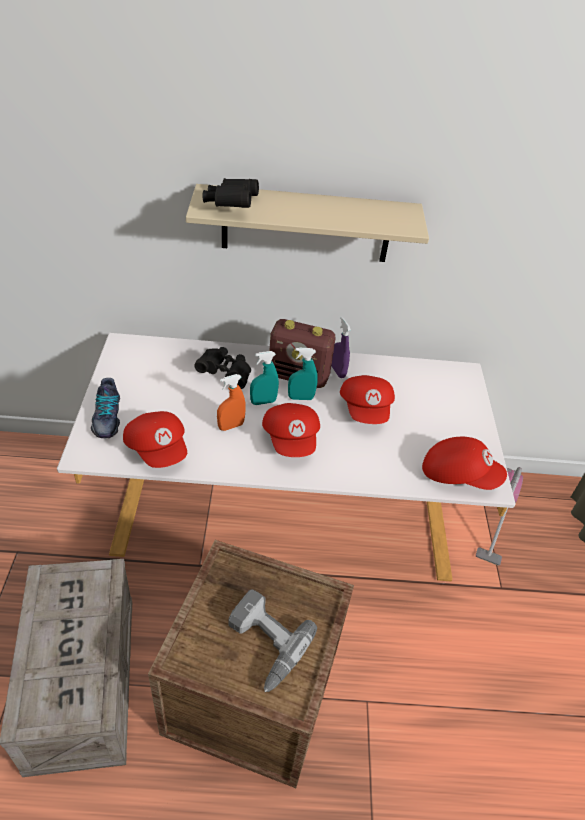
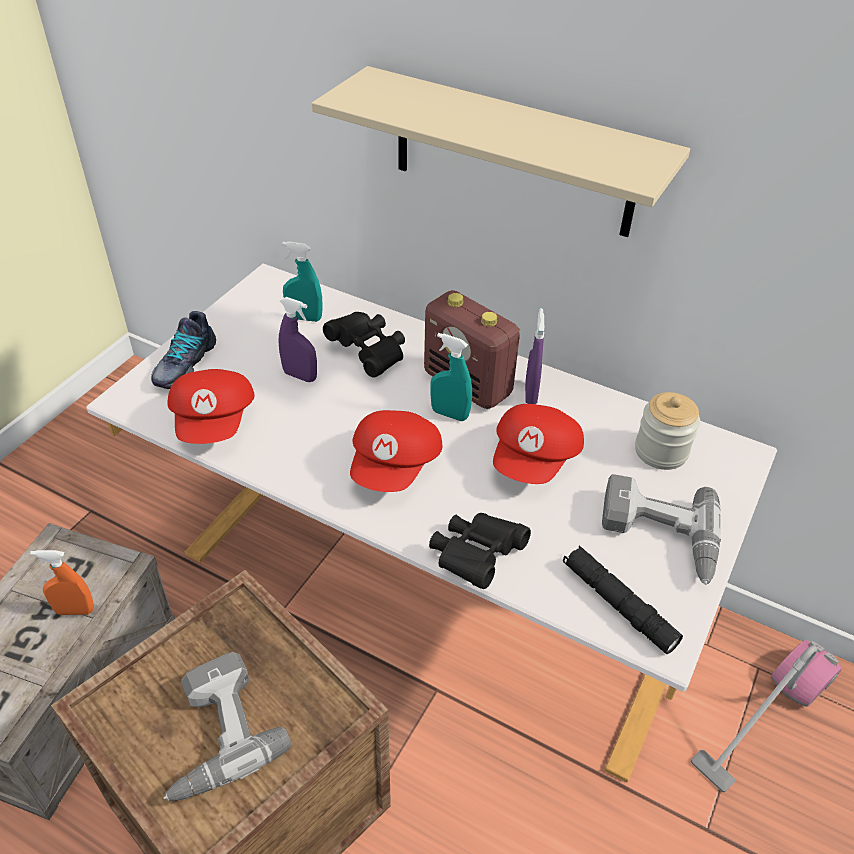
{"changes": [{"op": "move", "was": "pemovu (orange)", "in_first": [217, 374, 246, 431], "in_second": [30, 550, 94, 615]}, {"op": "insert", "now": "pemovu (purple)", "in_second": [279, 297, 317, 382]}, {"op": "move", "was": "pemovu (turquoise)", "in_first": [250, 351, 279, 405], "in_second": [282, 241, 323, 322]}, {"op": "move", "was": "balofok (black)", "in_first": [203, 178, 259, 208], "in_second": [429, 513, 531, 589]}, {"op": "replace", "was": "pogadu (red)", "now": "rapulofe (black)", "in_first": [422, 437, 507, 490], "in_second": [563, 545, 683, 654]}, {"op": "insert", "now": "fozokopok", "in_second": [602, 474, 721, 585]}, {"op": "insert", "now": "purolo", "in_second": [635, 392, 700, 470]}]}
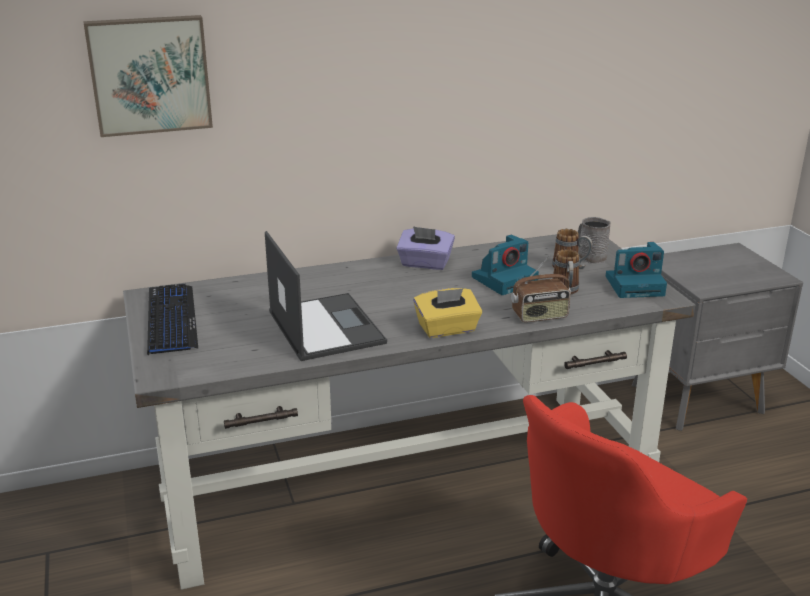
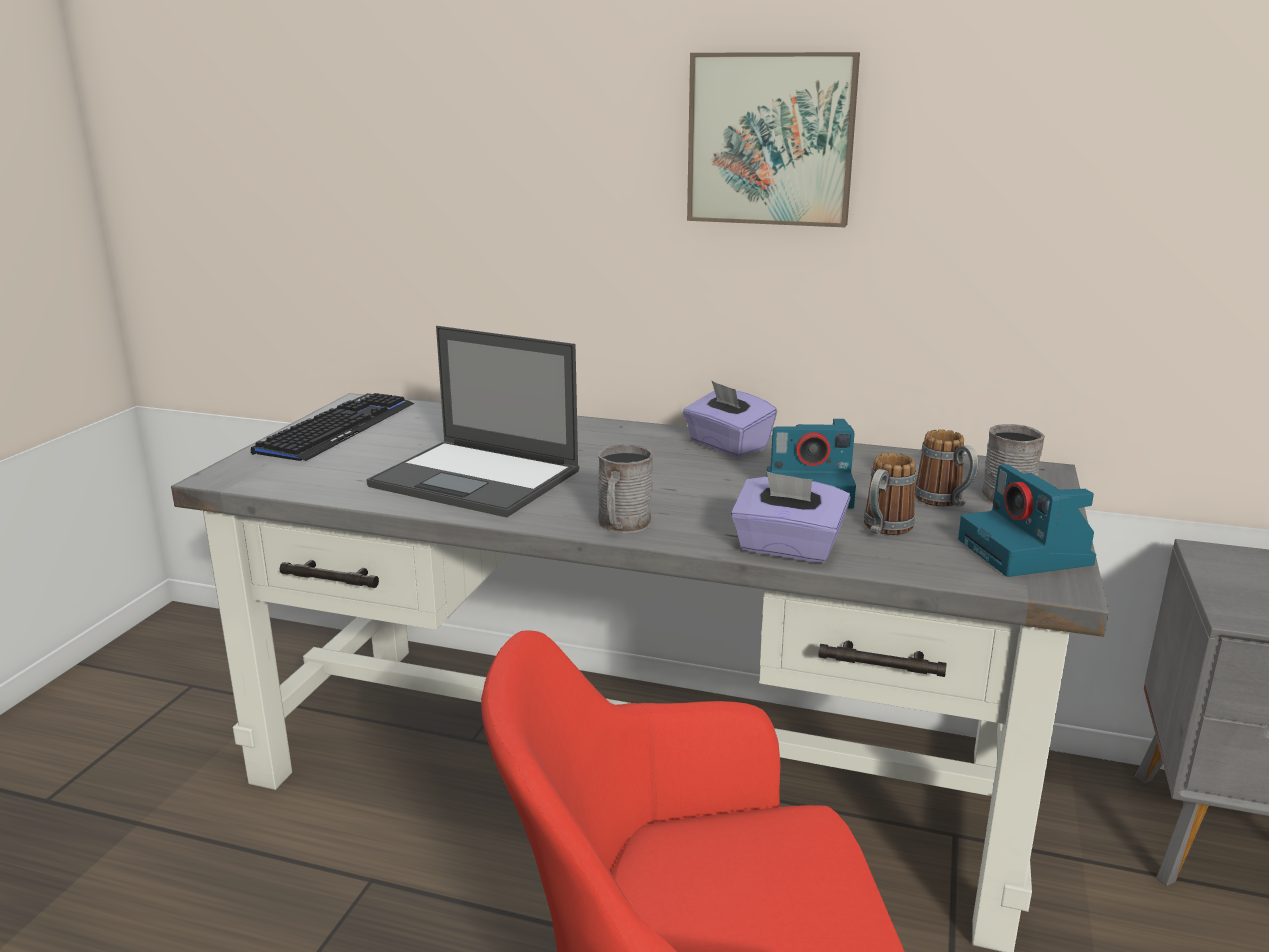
{"changes": [{"op": "rotate", "was": "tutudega", "in_first": [265, 231, 387, 361], "in_second": [366, 326, 579, 517], "clockwise": 105}, {"op": "replace", "was": "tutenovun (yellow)", "now": "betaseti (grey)", "in_first": [414, 288, 482, 338], "in_second": [598, 444, 653, 533]}, {"op": "move", "was": "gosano", "in_first": [83, 15, 213, 137], "in_second": [687, 52, 860, 227]}, {"op": "replace", "was": "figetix", "now": "tutenovun (purple)", "in_first": [511, 255, 571, 322], "in_second": [731, 472, 850, 563]}, {"op": "rotate", "was": "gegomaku", "in_first": [606, 242, 667, 298], "in_second": [958, 464, 1096, 577], "clockwise": 45}]}
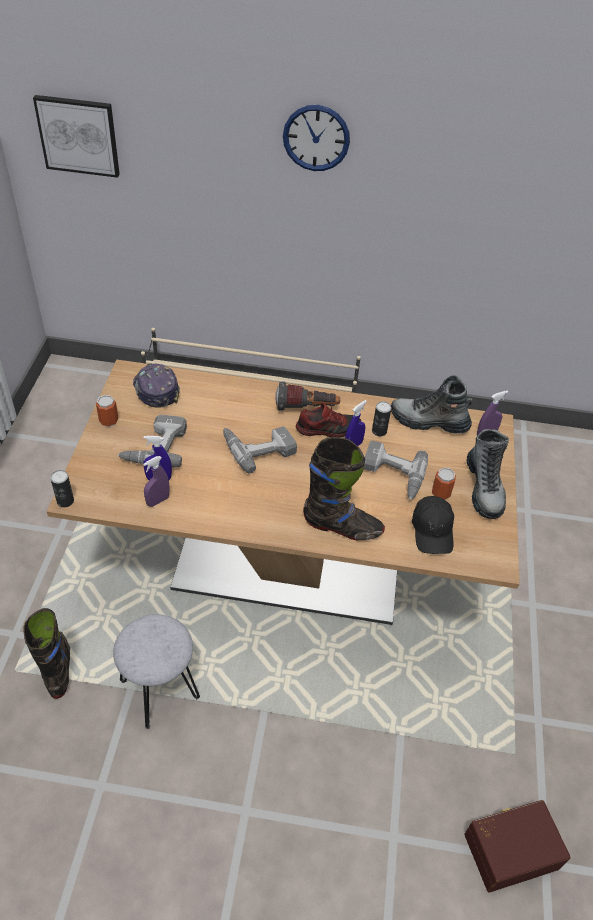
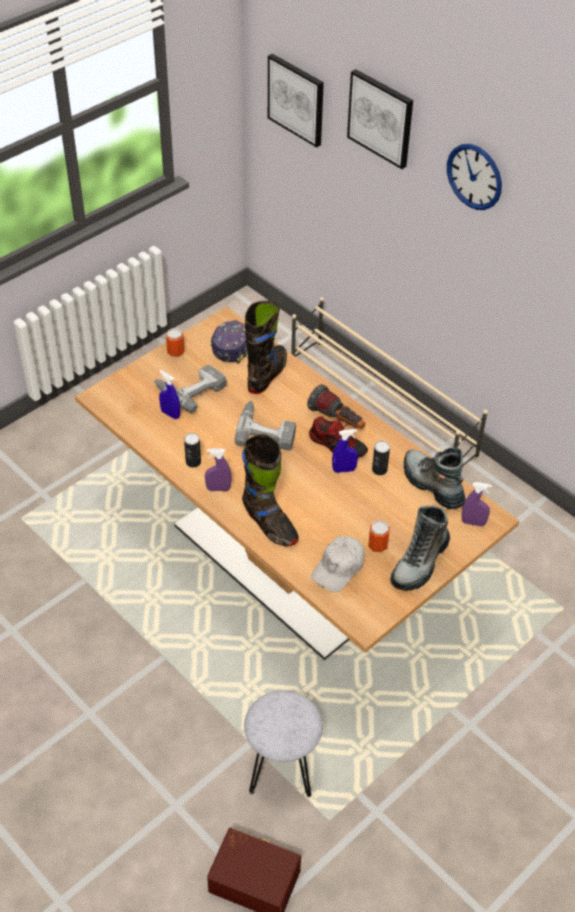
{"changes": [{"op": "move", "was": "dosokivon", "in_first": [50, 470, 74, 507], "in_second": [184, 433, 201, 468]}, {"op": "move", "was": "pemovu (purple)", "in_first": [143, 456, 170, 507], "in_second": [205, 449, 231, 491]}, {"op": "move", "was": "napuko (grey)", "in_first": [113, 614, 200, 729], "in_second": [244, 690, 323, 797]}, {"op": "move", "was": "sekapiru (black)", "in_first": [23, 608, 70, 699], "in_second": [245, 300, 287, 394]}, {"op": "recolor", "was": "pogadu (black)", "now": "pogadu (white)", "in_first": [412, 496, 454, 554], "in_second": [311, 536, 365, 592]}, {"op": "insert", "now": "gosano", "in_second": [347, 69, 413, 169]}, {"op": "delete", "was": "fozokopok", "in_first": [364, 440, 428, 500]}]}
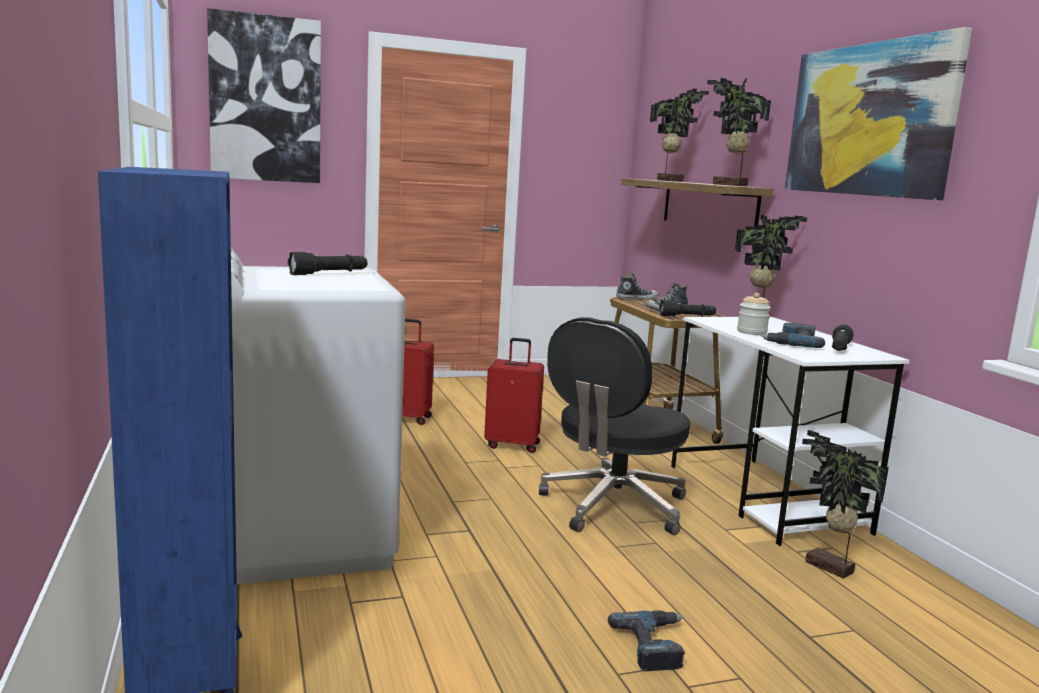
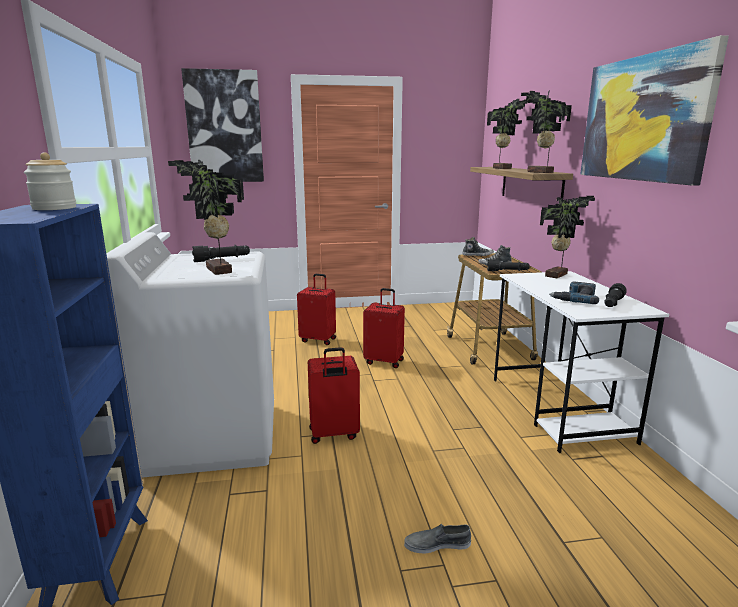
{"changes": [{"op": "move", "was": "purolo", "in_first": [737, 293, 771, 335], "in_second": [24, 152, 76, 210]}, {"op": "move", "was": "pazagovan", "in_first": [802, 430, 889, 579], "in_second": [168, 160, 244, 275]}, {"op": "insert", "now": "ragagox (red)", "in_second": [308, 347, 360, 444]}, {"op": "replace", "was": "fozokopok", "now": "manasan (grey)", "in_first": [608, 611, 685, 671], "in_second": [404, 523, 471, 553]}, {"op": "delete", "was": "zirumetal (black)", "in_first": [539, 317, 690, 535]}]}
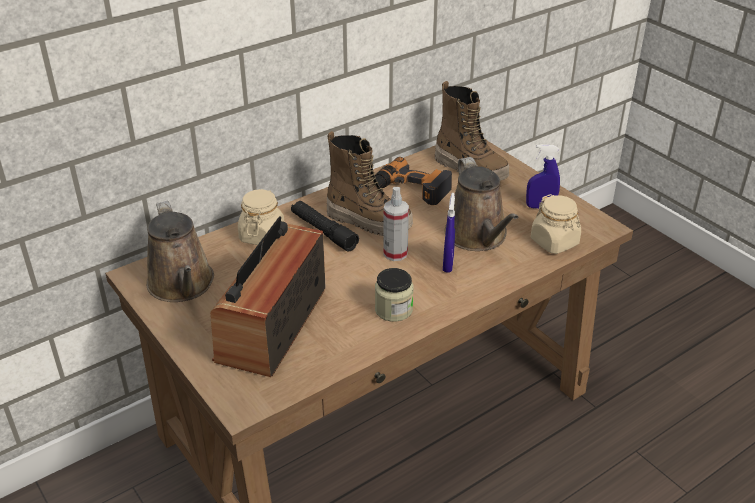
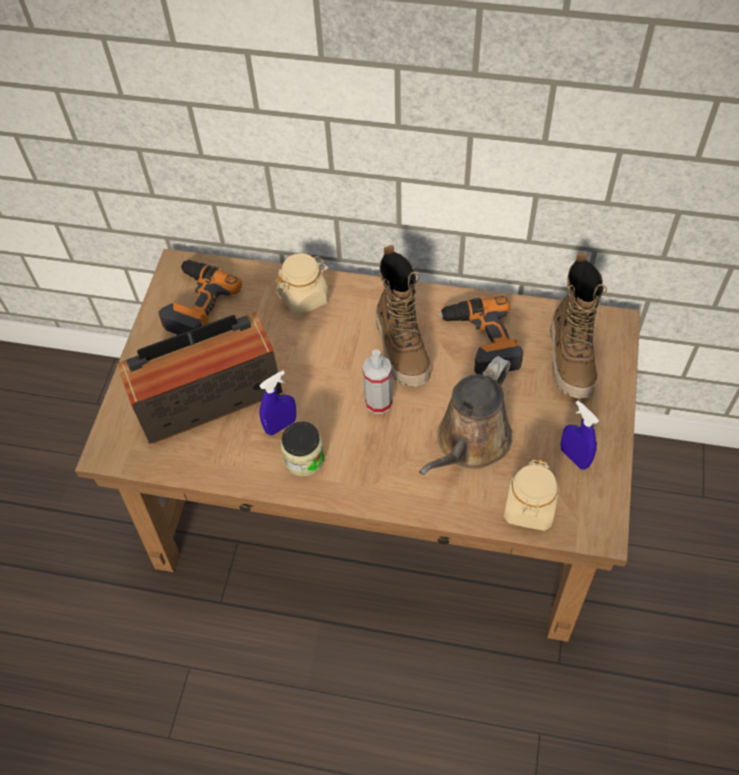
{"changes": [{"op": "replace", "was": "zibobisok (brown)", "now": "fozokopok", "in_first": [146, 200, 214, 302], "in_second": [158, 260, 242, 335]}, {"op": "move", "was": "pemovu (blue)", "in_first": [443, 193, 455, 273], "in_second": [259, 370, 296, 435]}, {"op": "delete", "was": "rapulofe (black)", "in_first": [291, 200, 359, 251]}]}
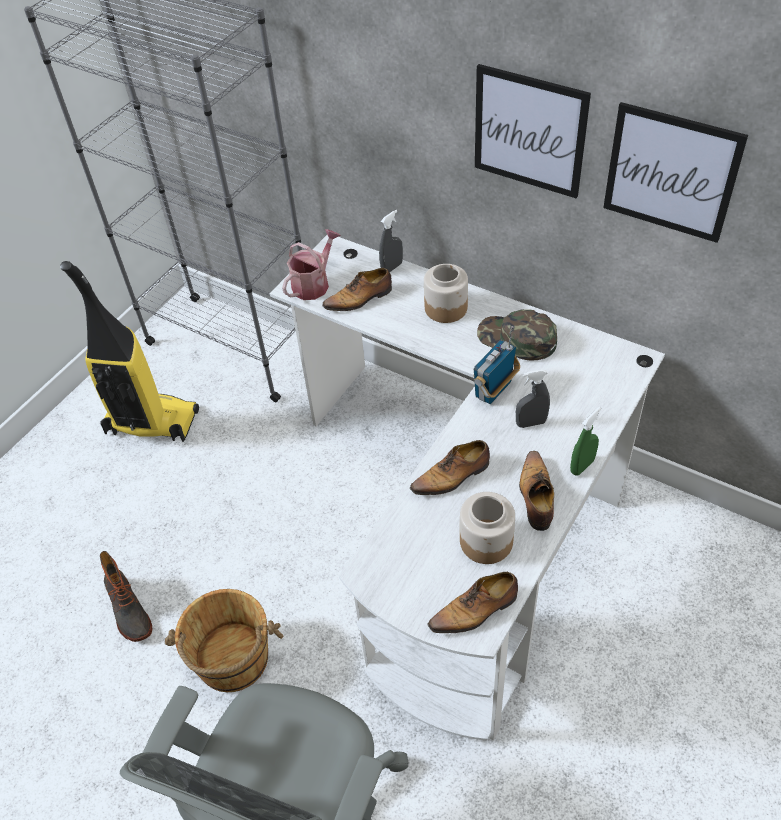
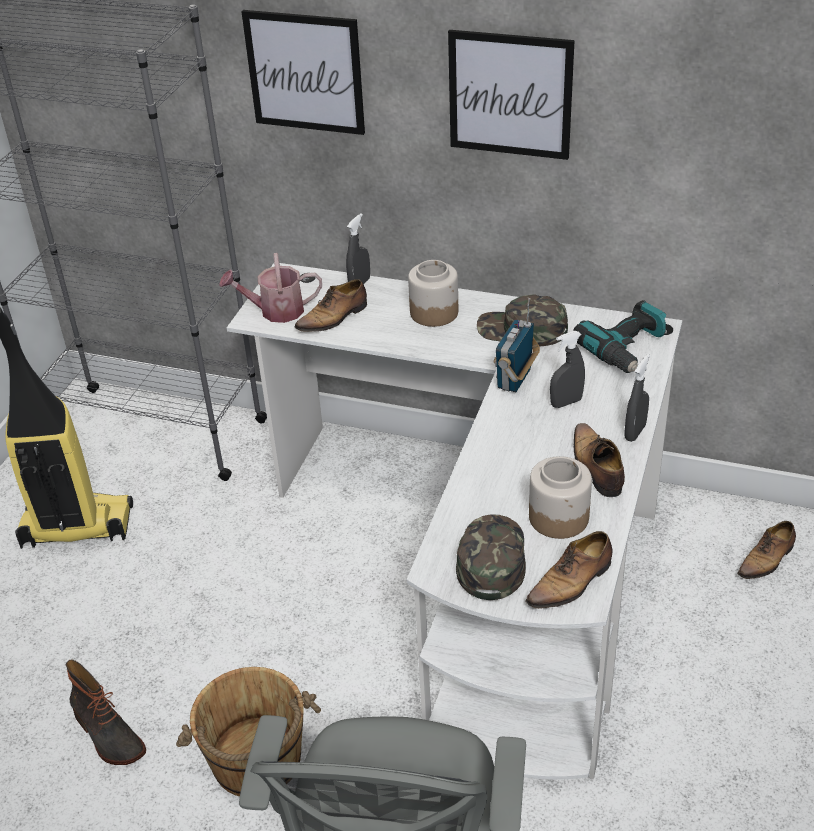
{"changes": [{"op": "rotate", "was": "zibobisok", "in_first": [282, 229, 341, 300], "in_second": [219, 253, 322, 323], "clockwise": -120}, {"op": "move", "was": "gosano", "in_first": [603, 102, 748, 243], "in_second": [241, 10, 365, 135]}, {"op": "insert", "now": "pogadu (green)", "in_second": [456, 514, 526, 600]}, {"op": "insert", "now": "fozokopok", "in_second": [573, 300, 666, 373]}, {"op": "recolor", "was": "pemovu (green)", "now": "pemovu (grey)", "in_first": [570, 407, 601, 475], "in_second": [624, 354, 650, 442]}, {"op": "move", "was": "manasan", "in_first": [410, 440, 490, 495], "in_second": [737, 521, 796, 579]}]}
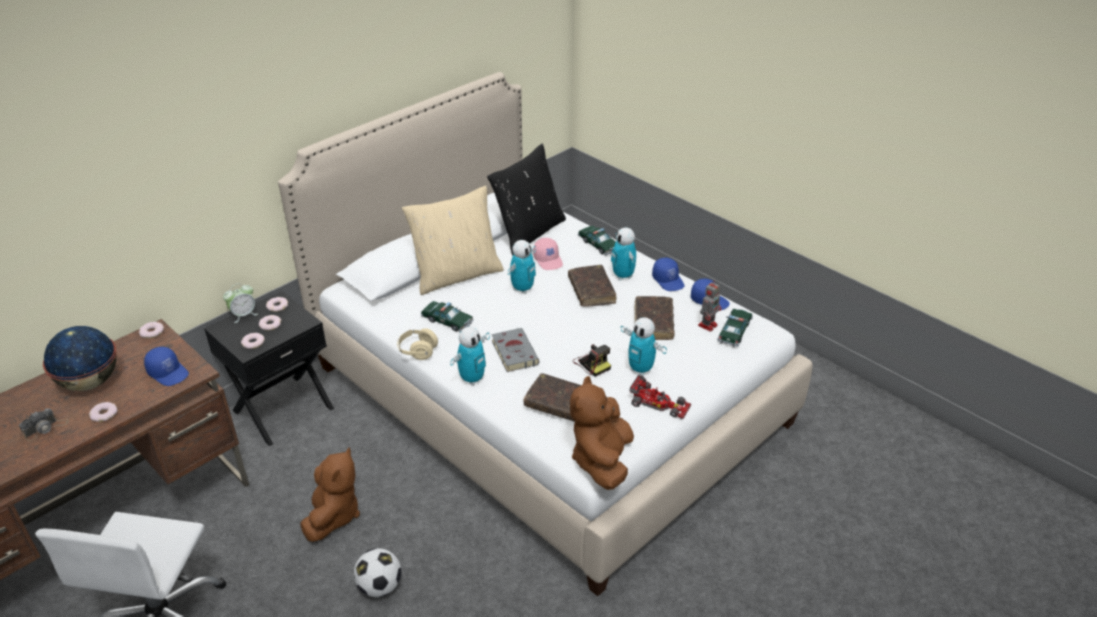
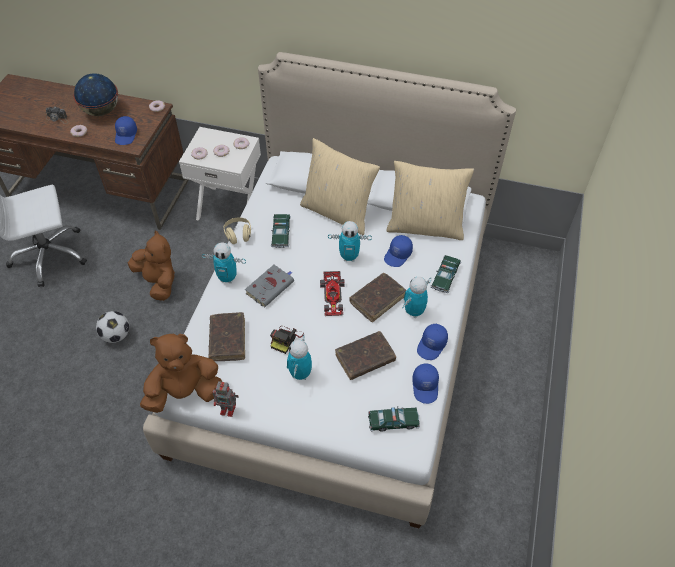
{"changes": [{"op": "rotate", "was": "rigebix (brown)", "in_first": [300, 447, 360, 542], "in_second": [128, 231, 175, 301], "clockwise": -105}, {"op": "recolor", "was": "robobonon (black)", "now": "robobonon (white)", "in_first": [204, 291, 334, 446], "in_second": [179, 127, 261, 221]}, {"op": "move", "was": "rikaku", "in_first": [698, 280, 722, 332], "in_second": [213, 381, 239, 417]}, {"op": "move", "was": "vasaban", "in_first": [630, 375, 691, 419], "in_second": [320, 271, 345, 316]}, {"op": "recolor", "was": "pogadu (pink)", "now": "pogadu (blue)", "in_first": [533, 238, 563, 270], "in_second": [384, 235, 413, 267]}, {"op": "recolor", "was": "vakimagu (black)", "now": "vakimagu (beige)", "in_first": [487, 144, 566, 255], "in_second": [386, 161, 474, 240]}, {"op": "delete", "was": "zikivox", "in_first": [223, 284, 258, 323]}]}
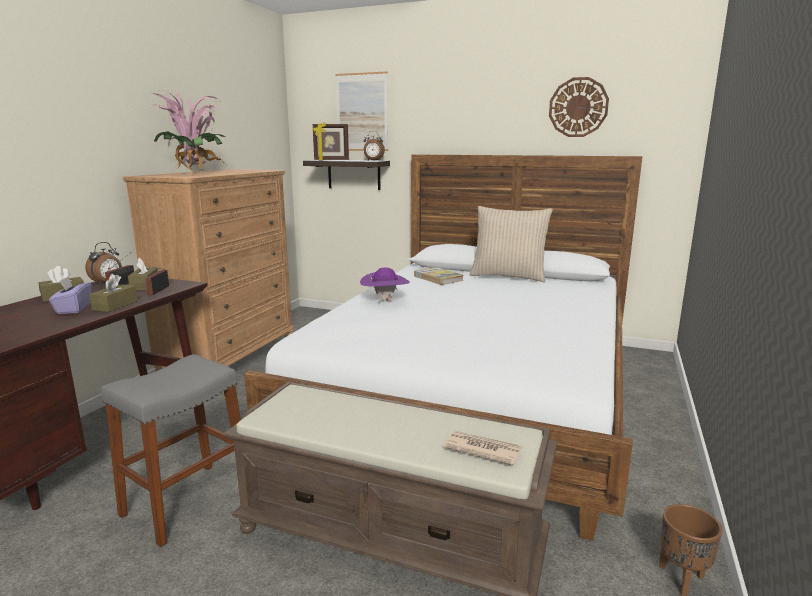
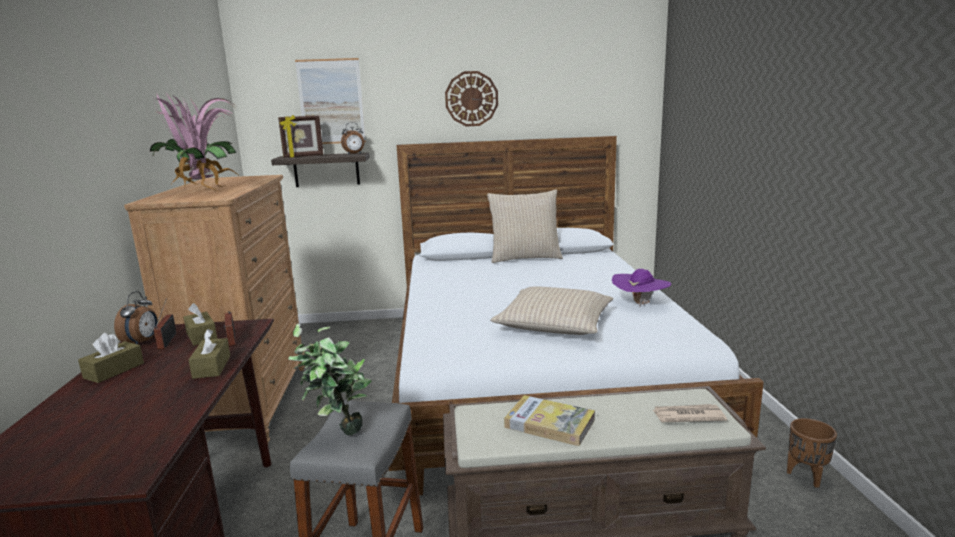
{"changes": [{"op": "insert", "now": "pazagovan", "in_second": [288, 324, 372, 435]}, {"op": "move", "was": "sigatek", "in_first": [549, 77, 609, 137], "in_second": [445, 71, 498, 126]}, {"op": "insert", "now": "vakimagu (beige)", "in_second": [490, 286, 613, 335]}, {"op": "move", "was": "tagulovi", "in_first": [414, 267, 463, 285], "in_second": [504, 395, 595, 446]}, {"op": "move", "was": "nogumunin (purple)", "in_first": [360, 267, 410, 303], "in_second": [612, 269, 671, 307]}, {"op": "delete", "was": "tutenovun (purple)", "in_first": [49, 276, 91, 314]}]}
